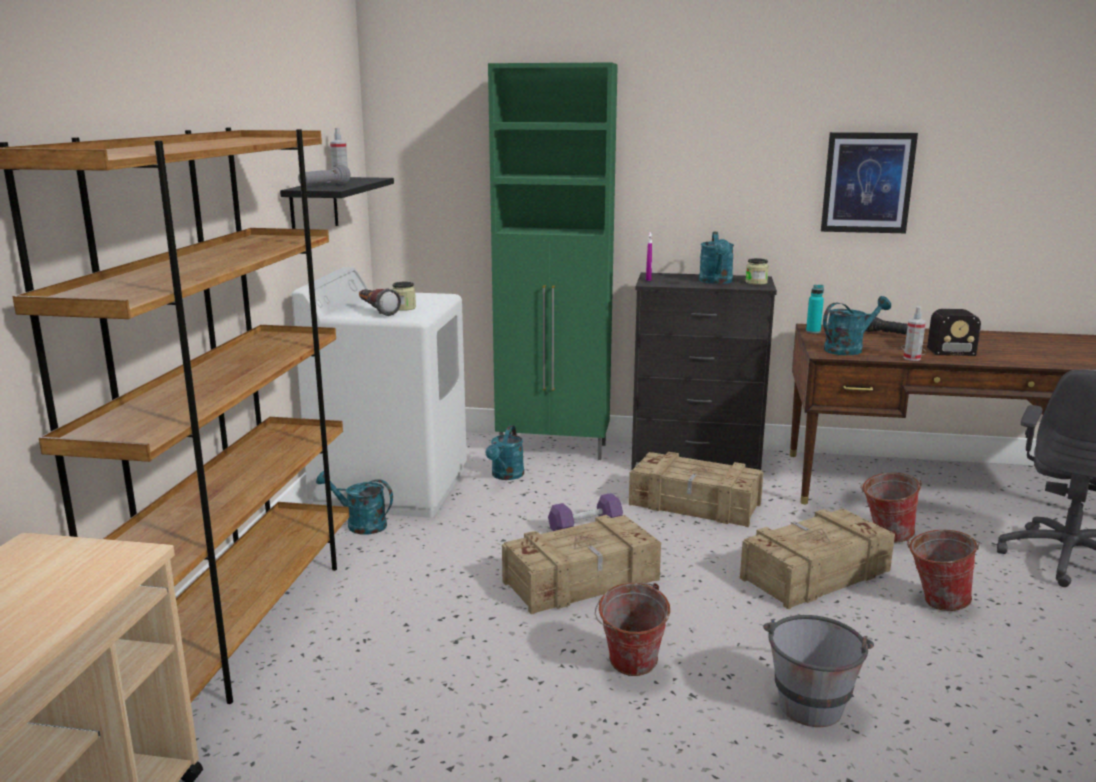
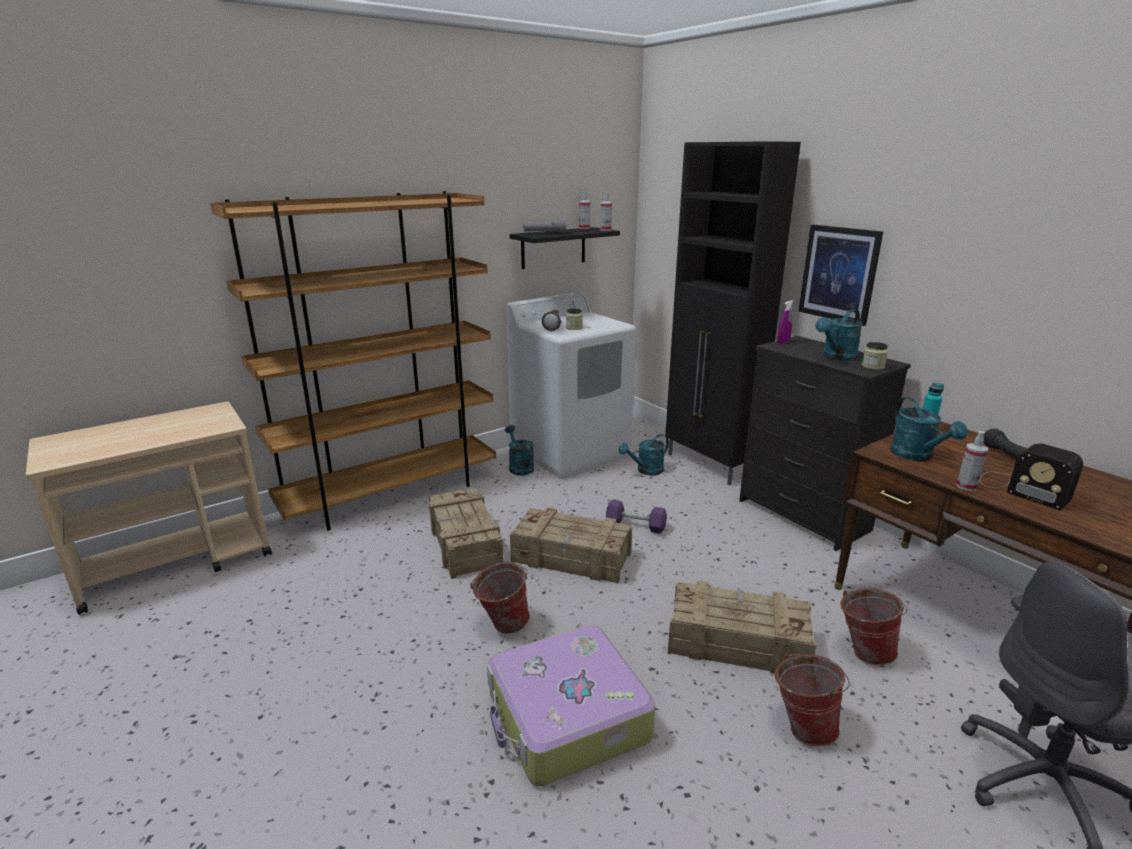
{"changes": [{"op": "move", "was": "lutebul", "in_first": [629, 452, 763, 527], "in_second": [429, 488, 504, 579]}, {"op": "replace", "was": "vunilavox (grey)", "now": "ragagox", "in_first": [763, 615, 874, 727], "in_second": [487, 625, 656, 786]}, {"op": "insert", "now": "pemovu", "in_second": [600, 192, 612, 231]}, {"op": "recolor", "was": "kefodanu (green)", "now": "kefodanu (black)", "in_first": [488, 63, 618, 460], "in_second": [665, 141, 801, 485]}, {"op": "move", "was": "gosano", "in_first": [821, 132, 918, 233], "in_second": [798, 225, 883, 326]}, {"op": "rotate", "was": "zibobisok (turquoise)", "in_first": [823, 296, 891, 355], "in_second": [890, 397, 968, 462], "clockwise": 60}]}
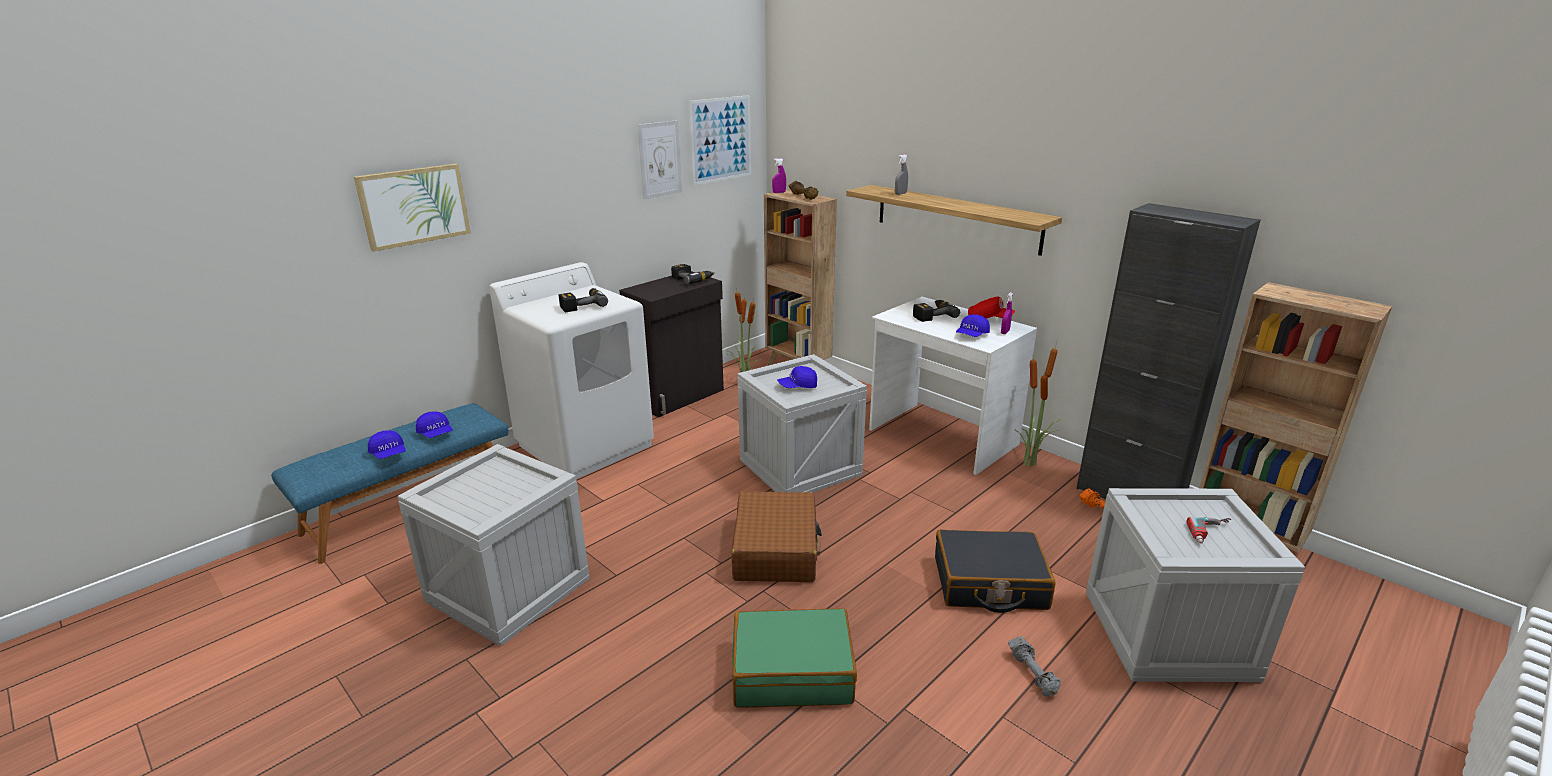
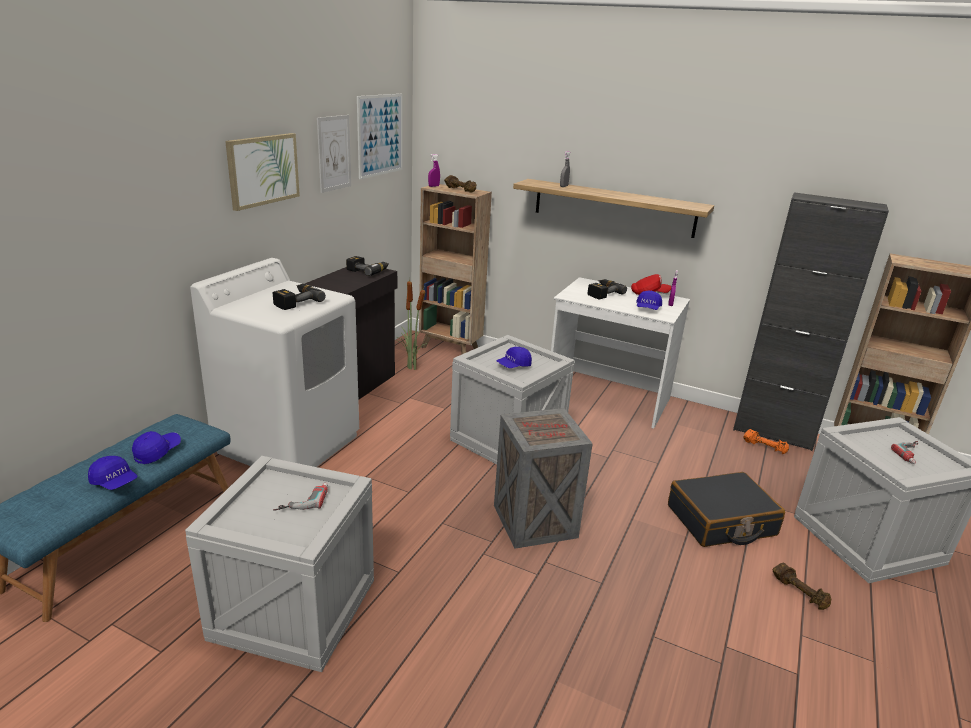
{"changes": [{"op": "rotate", "was": "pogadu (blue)", "in_first": [416, 411, 453, 438], "in_second": [132, 431, 181, 464], "clockwise": -90}, {"op": "move", "was": "gosano", "in_first": [354, 164, 471, 252], "in_second": [225, 133, 300, 211]}, {"op": "insert", "now": "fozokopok", "in_second": [273, 482, 328, 511]}, {"op": "replace", "was": "ragagox (brown)", "now": "lutebul", "in_first": [732, 491, 822, 583], "in_second": [494, 408, 593, 549]}, {"op": "recolor", "was": "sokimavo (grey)", "now": "sokimavo (brown)", "in_first": [1008, 636, 1061, 697], "in_second": [772, 563, 831, 610]}, {"op": "delete", "was": "ragagox (green)", "in_first": [732, 608, 857, 708]}, {"op": "delete", "was": "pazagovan", "in_first": [1014, 342, 1061, 467]}]}
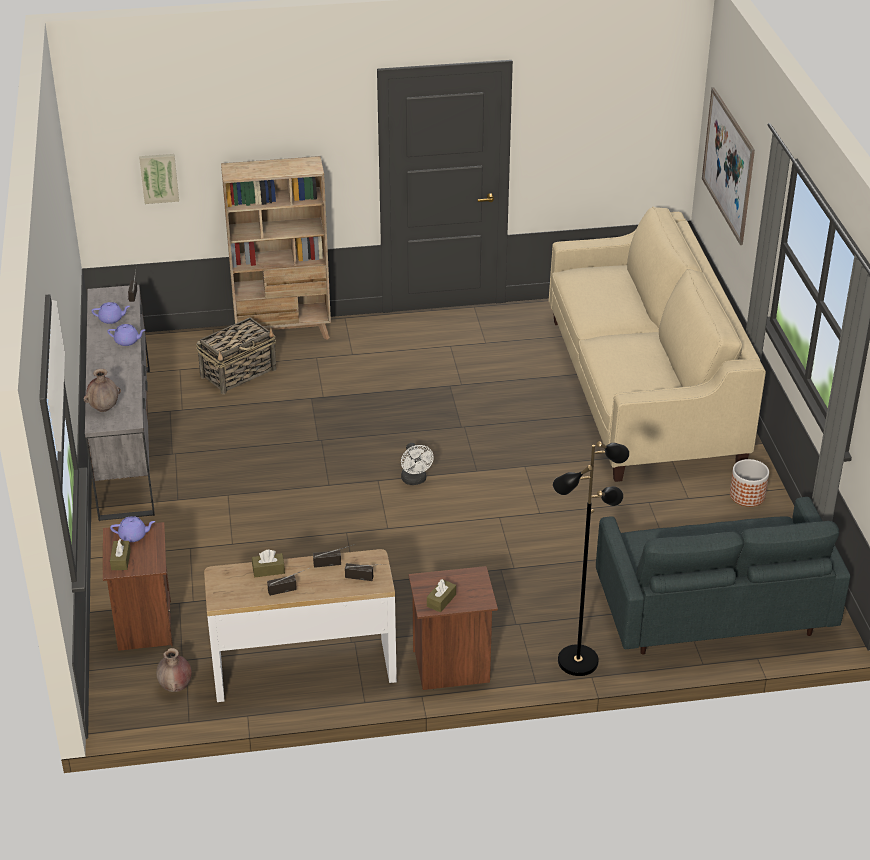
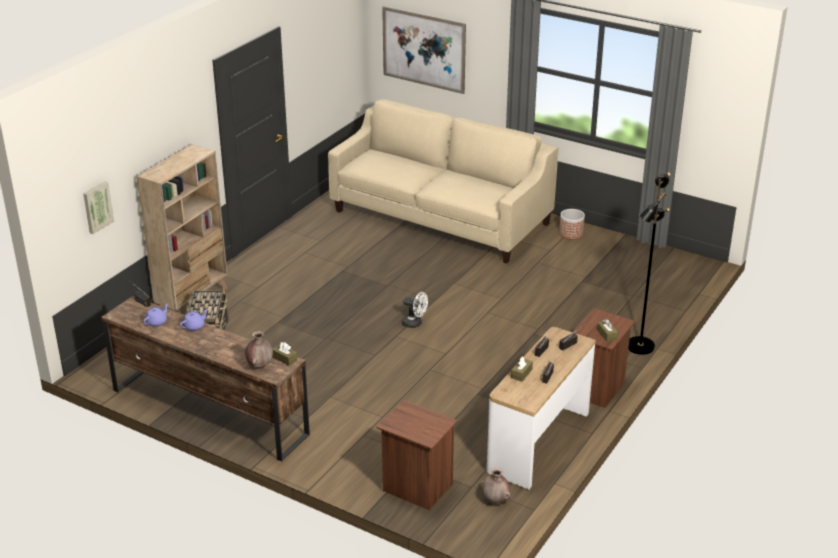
{"changes": [{"op": "recolor", "was": "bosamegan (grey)", "now": "bosamegan (brown)", "in_first": [85, 285, 155, 521], "in_second": [101, 296, 310, 462]}, {"op": "move", "was": "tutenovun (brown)", "in_first": [110, 539, 131, 570], "in_second": [272, 342, 297, 366]}, {"op": "delete", "was": "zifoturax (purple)", "in_first": [110, 516, 155, 542]}, {"op": "delete", "was": "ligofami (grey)", "in_first": [596, 497, 850, 655]}]}
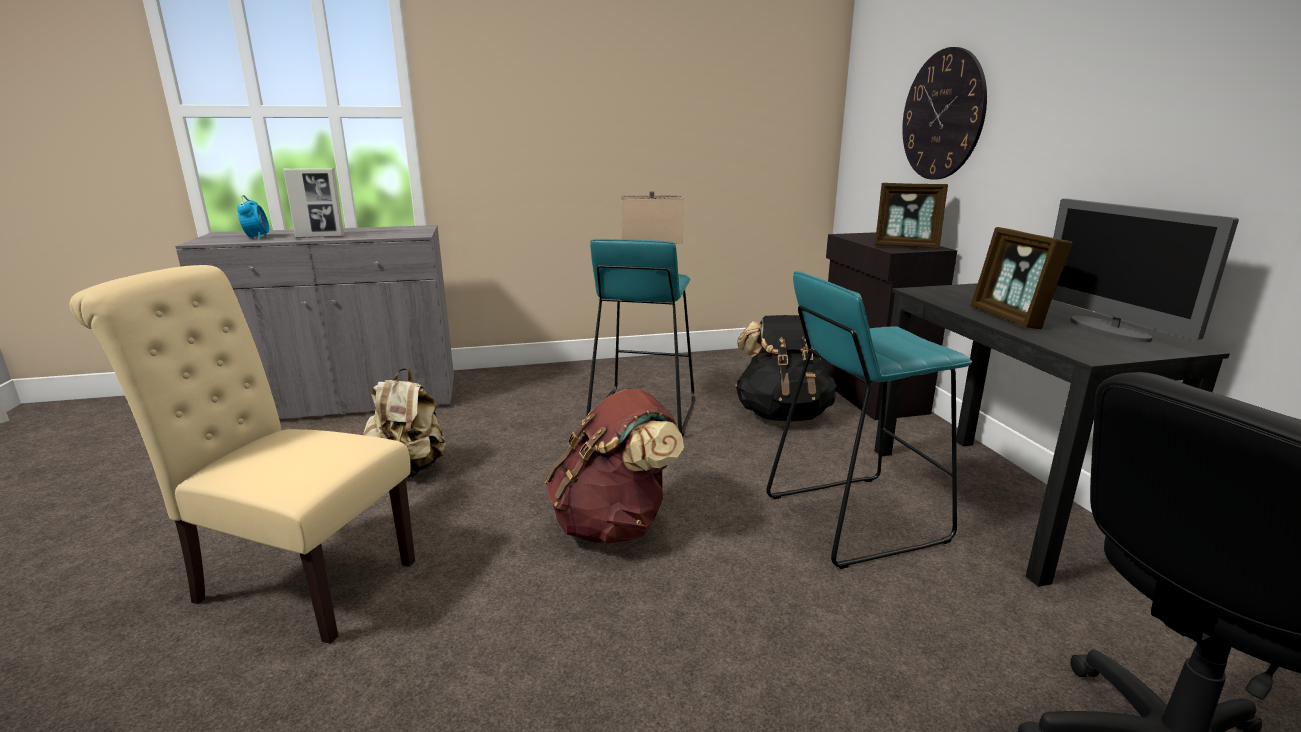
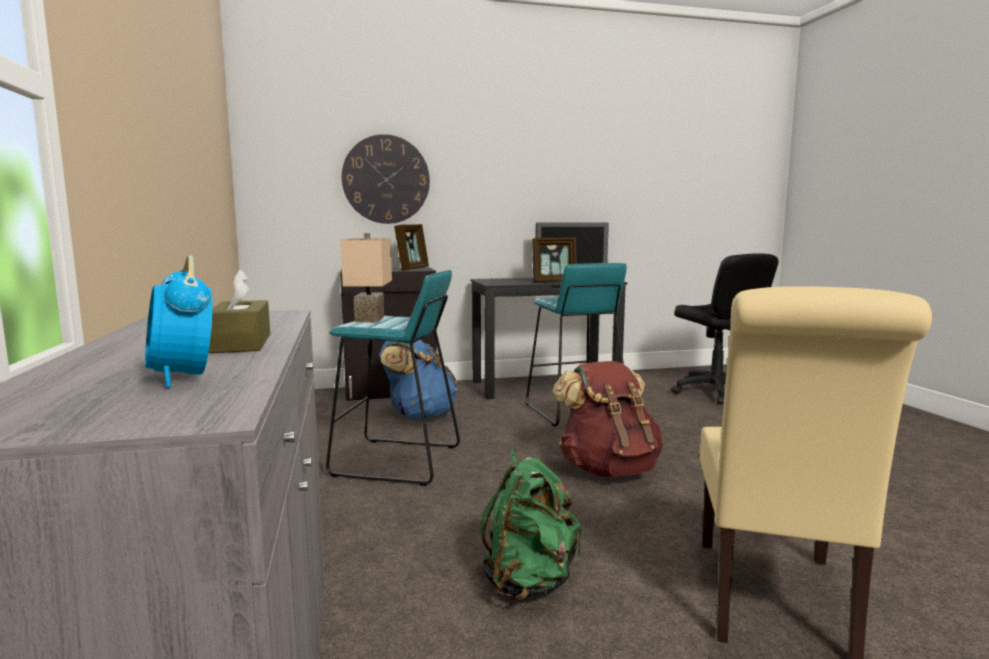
{"changes": [{"op": "rotate", "was": "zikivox", "in_first": [237, 195, 269, 240], "in_second": [145, 255, 213, 388], "clockwise": -105}, {"op": "replace", "was": "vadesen", "now": "tutenovun (brown)", "in_first": [283, 168, 344, 238], "in_second": [208, 269, 270, 353]}, {"op": "recolor", "was": "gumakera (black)", "now": "gumakera (blue)", "in_first": [735, 315, 837, 421], "in_second": [379, 340, 457, 420]}, {"op": "recolor", "was": "gumakera (beige)", "now": "gumakera (green)", "in_first": [363, 368, 446, 478], "in_second": [480, 449, 582, 600]}]}
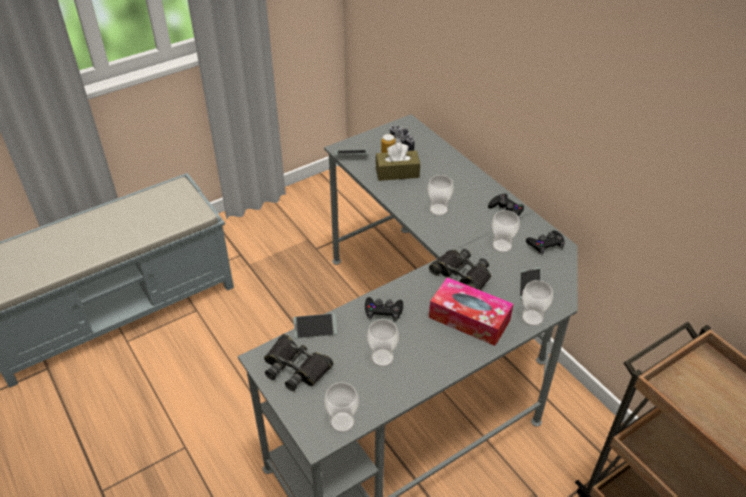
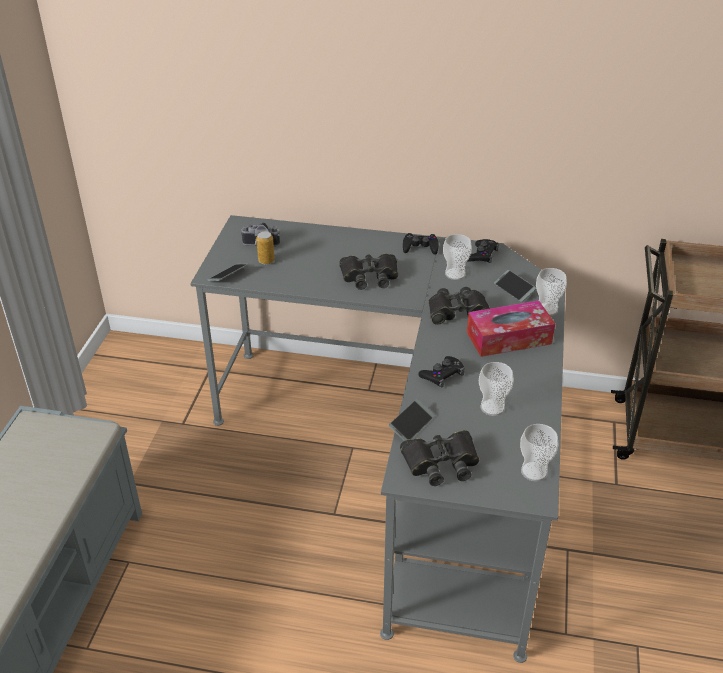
{"changes": [{"op": "replace", "was": "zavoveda", "now": "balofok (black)", "in_first": [428, 175, 454, 216], "in_second": [339, 253, 398, 290]}, {"op": "delete", "was": "tutenovun (brown)", "in_first": [376, 143, 420, 181]}]}
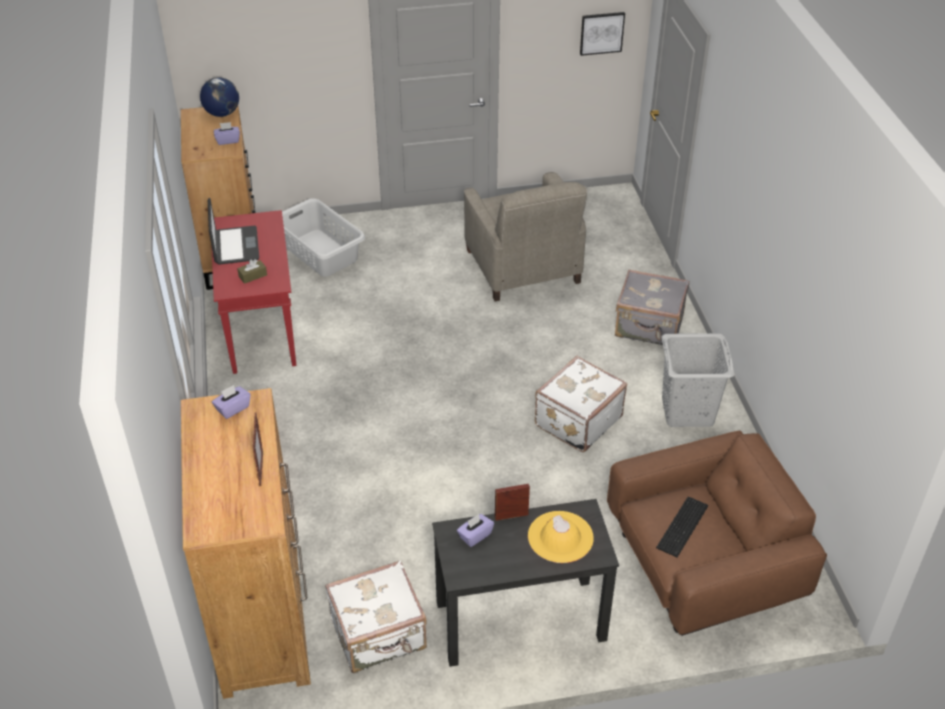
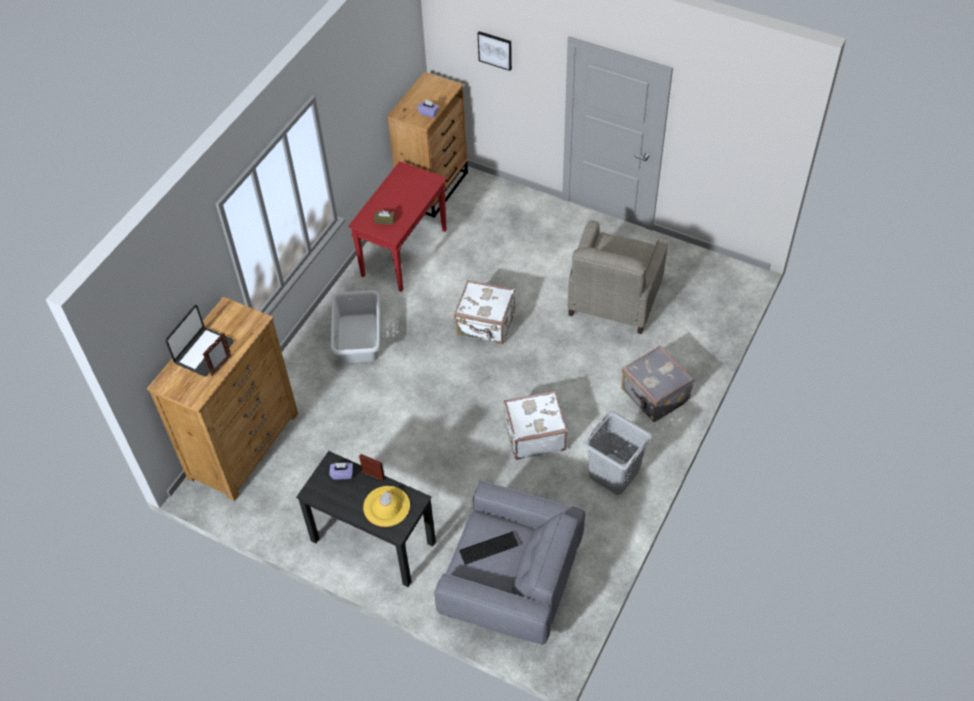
{"changes": [{"op": "move", "was": "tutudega", "in_first": [208, 198, 259, 265], "in_second": [165, 305, 234, 376]}, {"op": "move", "was": "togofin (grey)", "in_first": [282, 199, 365, 277], "in_second": [331, 290, 380, 363]}, {"op": "recolor", "was": "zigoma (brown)", "now": "zigoma (grey)", "in_first": [607, 431, 827, 636], "in_second": [434, 481, 585, 645]}, {"op": "move", "was": "ragagox (white)", "in_first": [325, 560, 427, 673], "in_second": [454, 280, 515, 344]}, {"op": "move", "was": "gosano", "in_first": [580, 12, 625, 56], "in_second": [478, 31, 512, 71]}, {"op": "delete", "was": "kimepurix", "in_first": [200, 77, 239, 117]}, {"op": "delete", "was": "tutenovun (purple)", "in_first": [212, 385, 251, 419]}]}
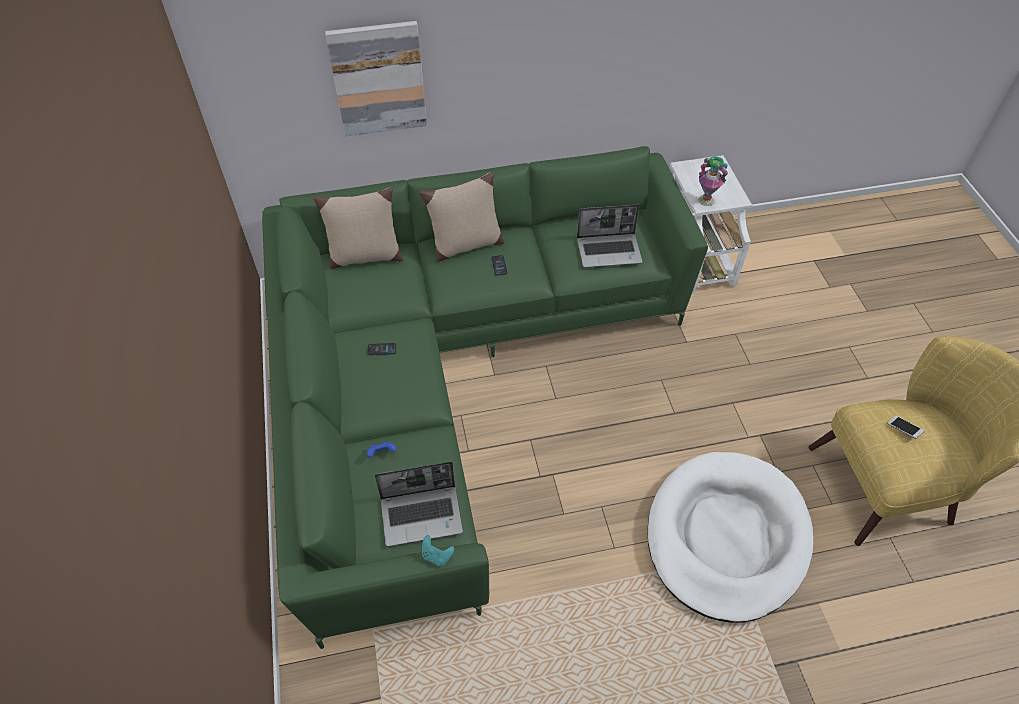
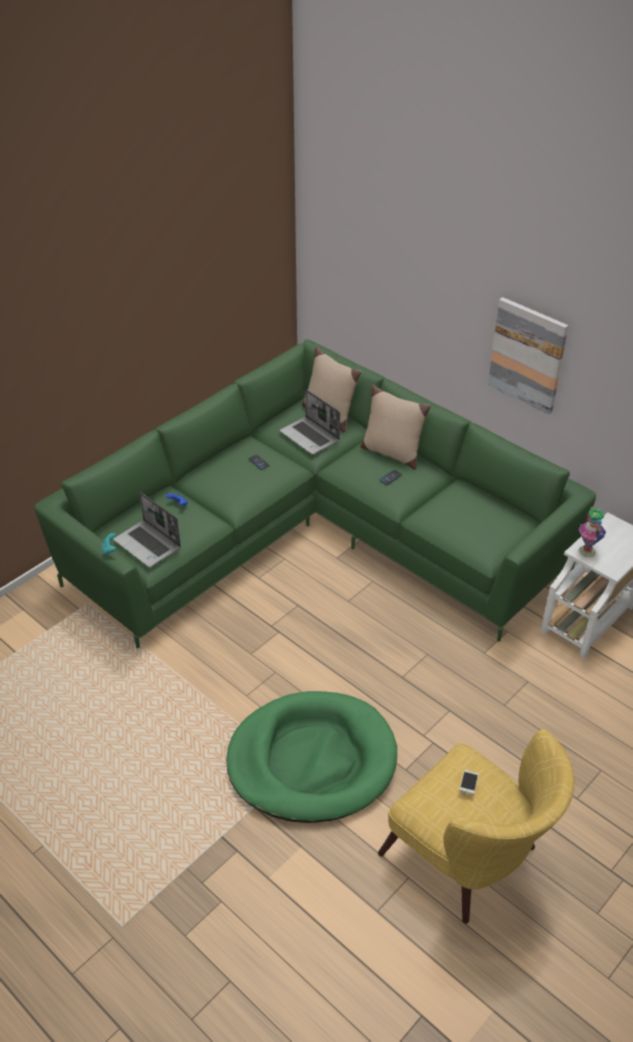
{"changes": [{"op": "recolor", "was": "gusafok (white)", "now": "gusafok (green)", "in_first": [647, 452, 813, 622], "in_second": [226, 691, 397, 823]}, {"op": "move", "was": "tutudega", "in_first": [577, 204, 643, 268], "in_second": [280, 389, 340, 455]}, {"op": "move", "was": "gosano", "in_first": [325, 21, 427, 136], "in_second": [488, 297, 569, 415]}]}
